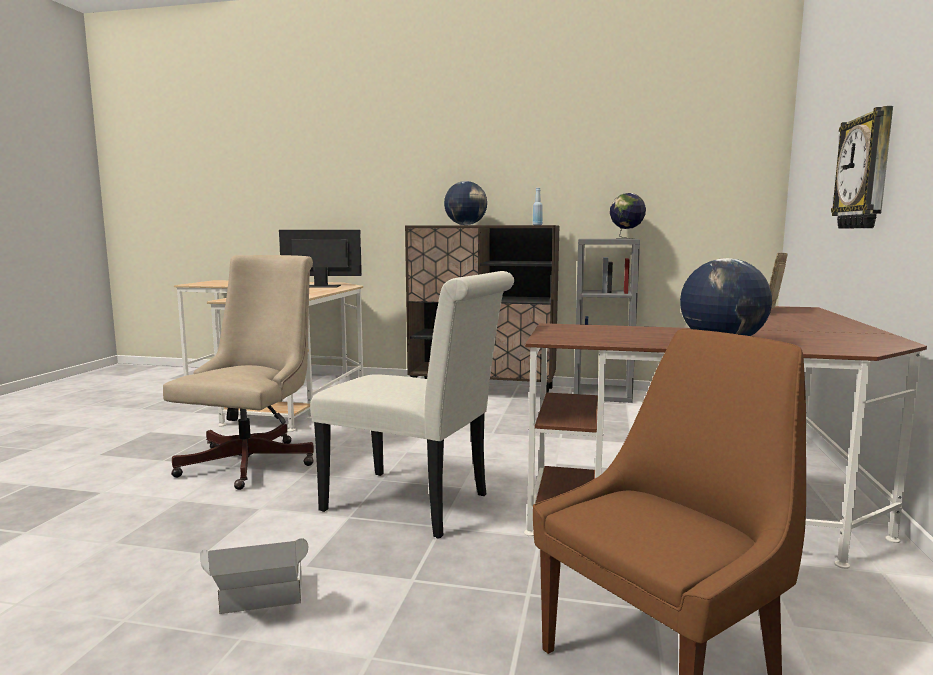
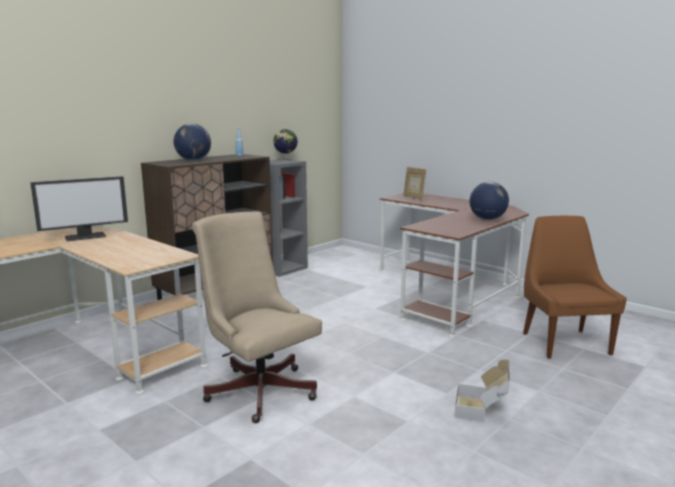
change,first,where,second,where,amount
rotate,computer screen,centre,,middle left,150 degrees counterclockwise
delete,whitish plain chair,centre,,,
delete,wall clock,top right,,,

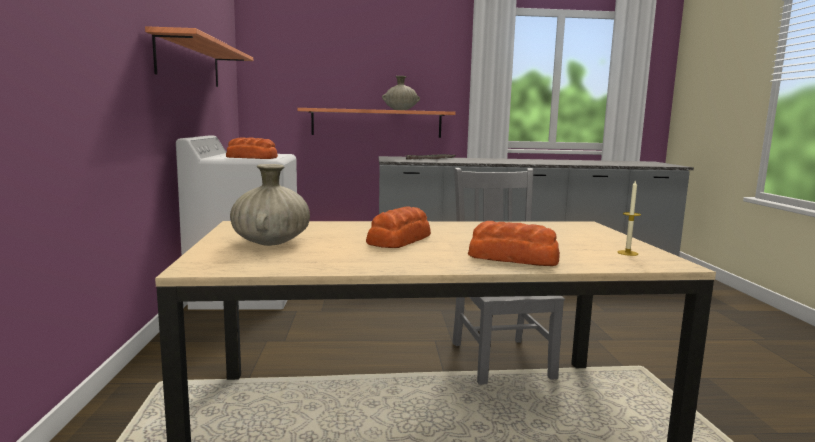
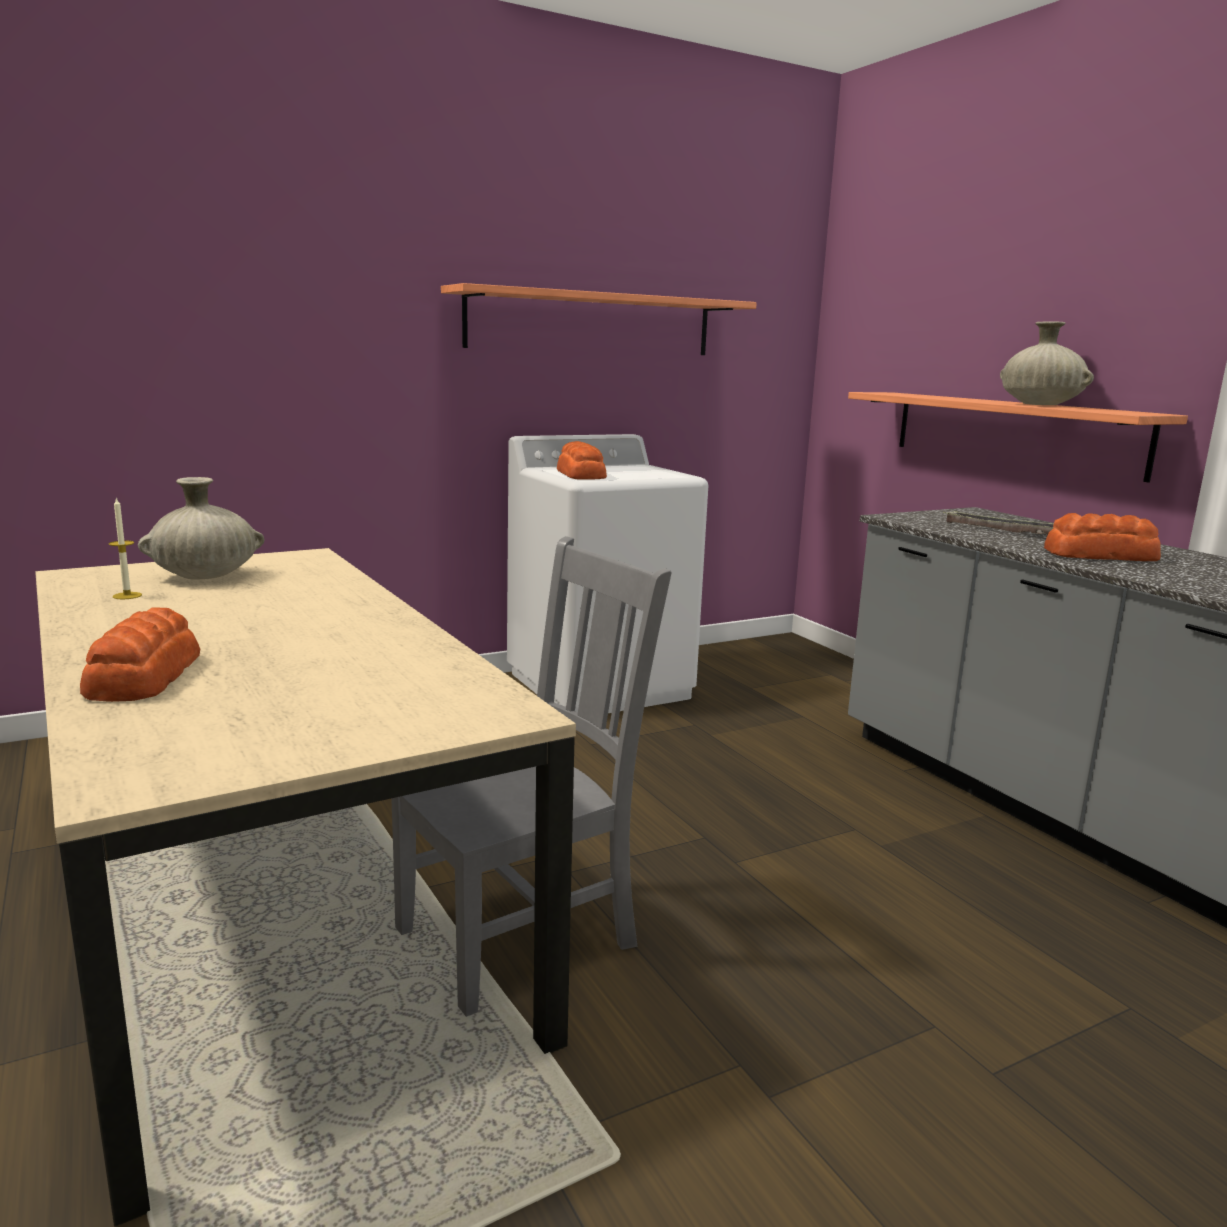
change,first,where,second,where,amount
move,wax light,middle right,,middle left,
move,bread (2nd from left in the first image),centre,bread (3rd from left),middle right,

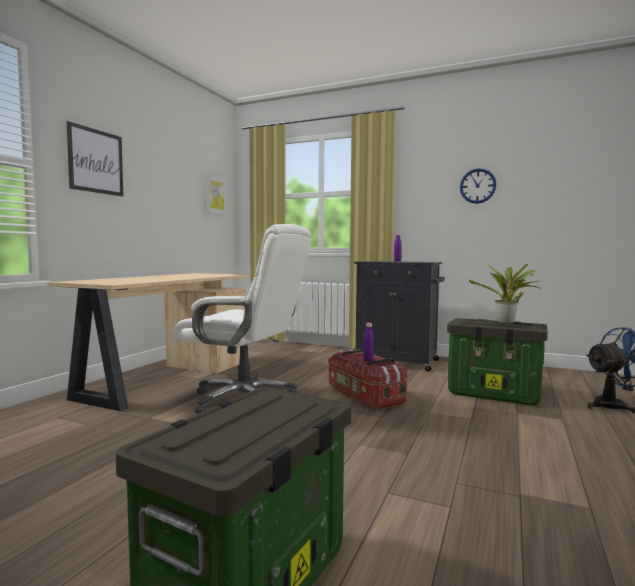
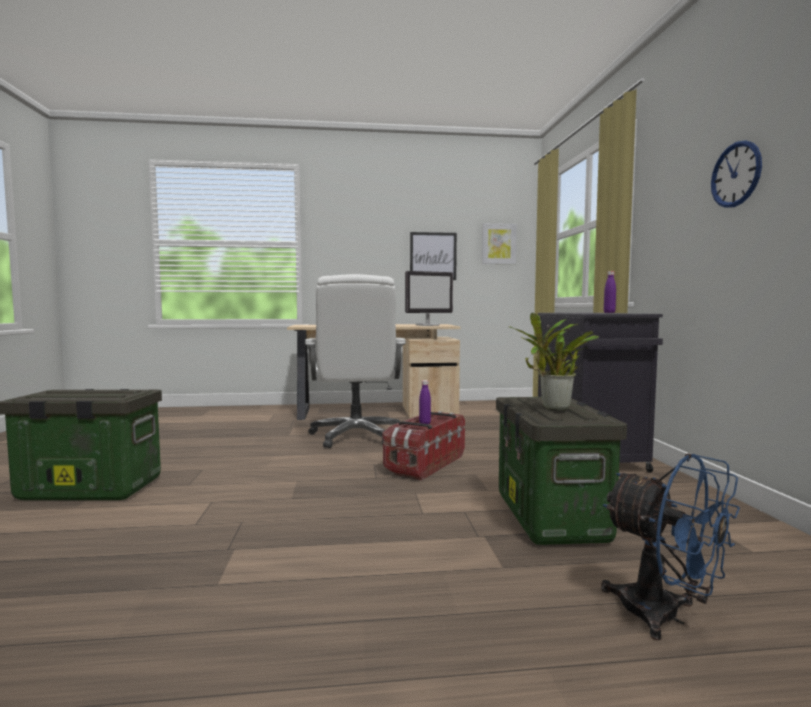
change,first,where,second,where,amount
insert,,,computer screen,centre,
move,picture (1st from left),top left,,centre,

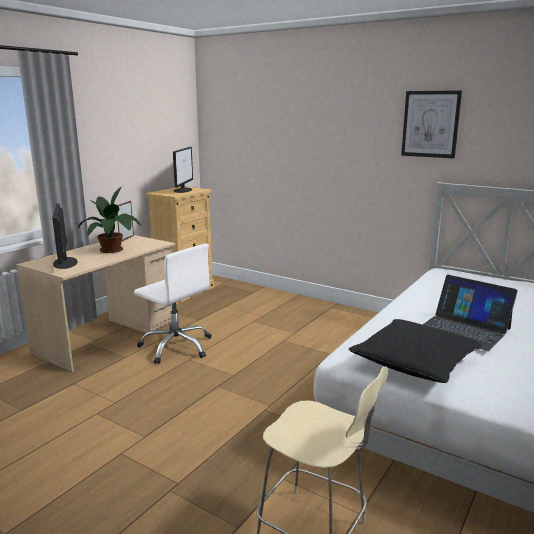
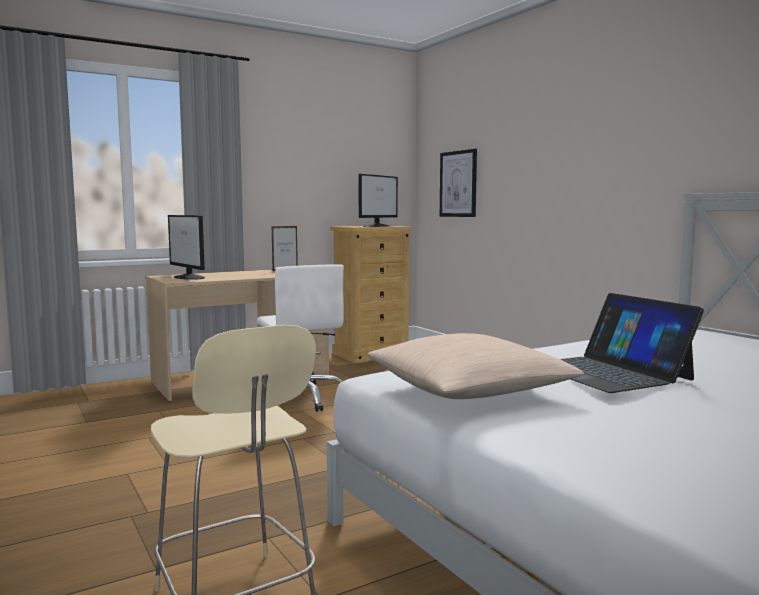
change,first,where,second,where,amount
rotate,computer screen (1st from left),middle left,,middle left,45 degrees counterclockwise
recolor,black pillow,middle right,beige pillow,centre,
move,picture,top right,,top centre,
delete,plant in a pot,middle left,,,

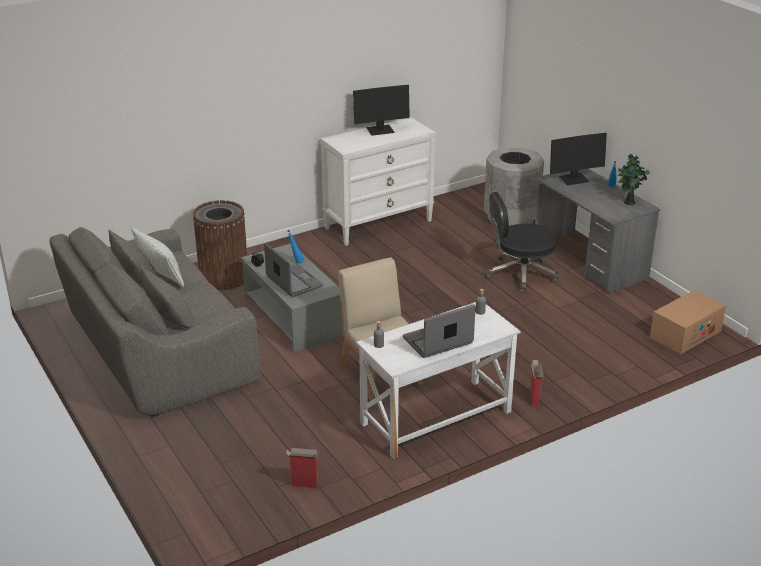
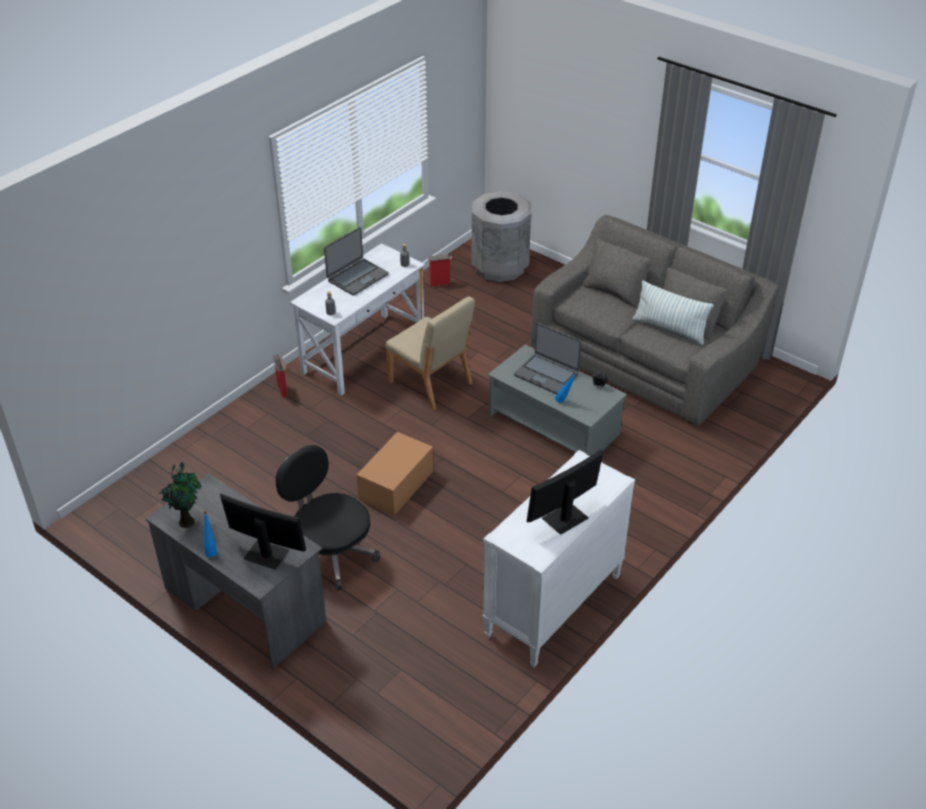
change,first,where,second,where,amount
rotate,computer screen (2nd from left in the first image),top right,computer screen (1st from left),middle left,60 degrees clockwise
rotate,black computer chair,middle right,,centre,105 degrees counterclockwise
move,carton (3rd from left in the first image),middle right,carton (2nd from left),centre,
move,grey waste bin,top right,,top centre,
delete,brown-coloured waste bin,middle left,,,

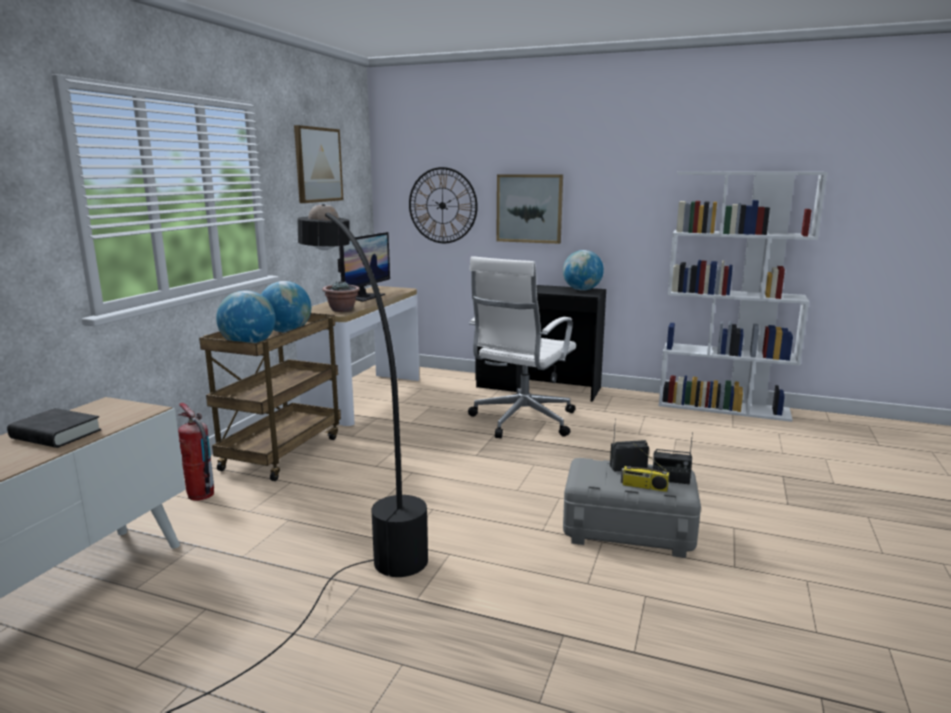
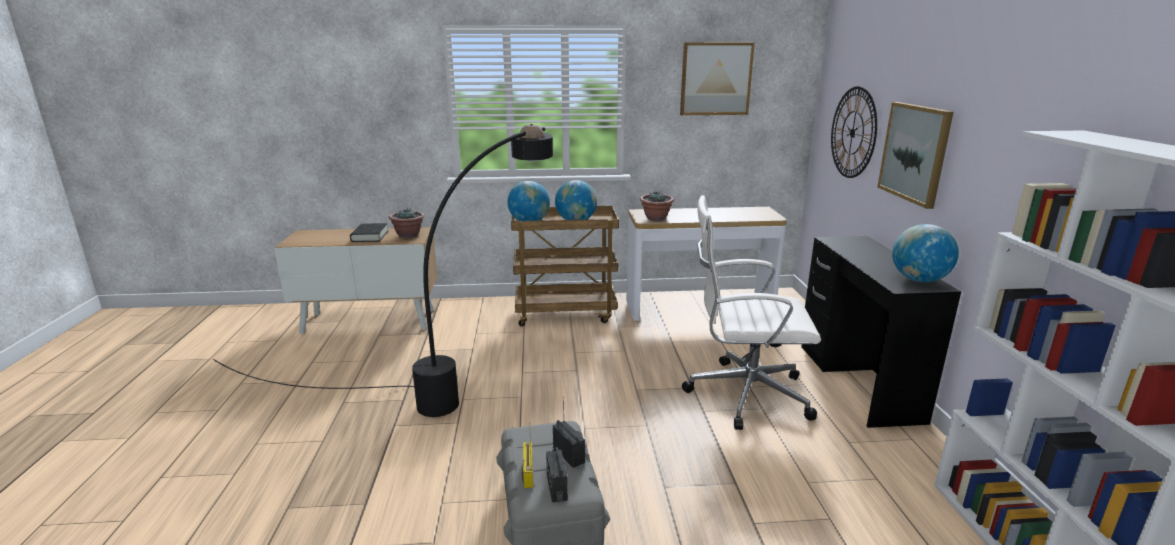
change,first,where,second,where,amount
insert,,,plant in a pot (1st from left),centre,
delete,extinguisher,middle left,,,
delete,computer screen,centre,,,

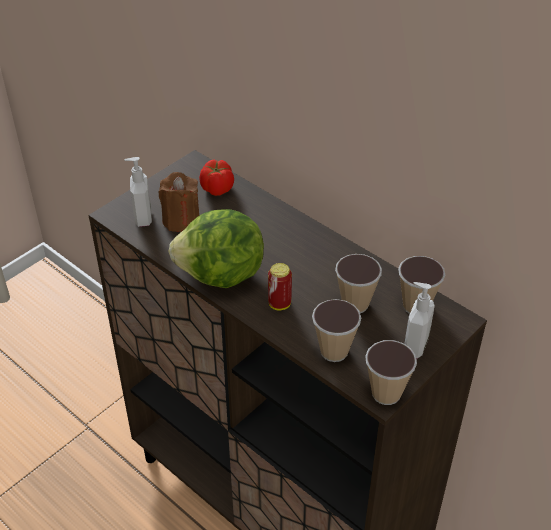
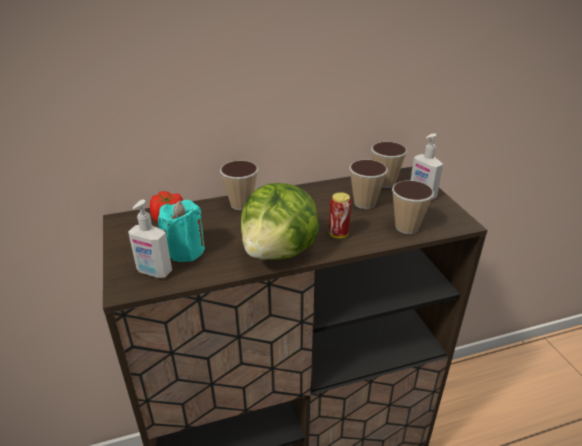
change,first,where,second,where,amount
recolor,brown-coloured wax light,middle left,turquoise wax light,middle left,
move,cup (3rd from left in the first image),bottom right,cup (1st from left),centre,

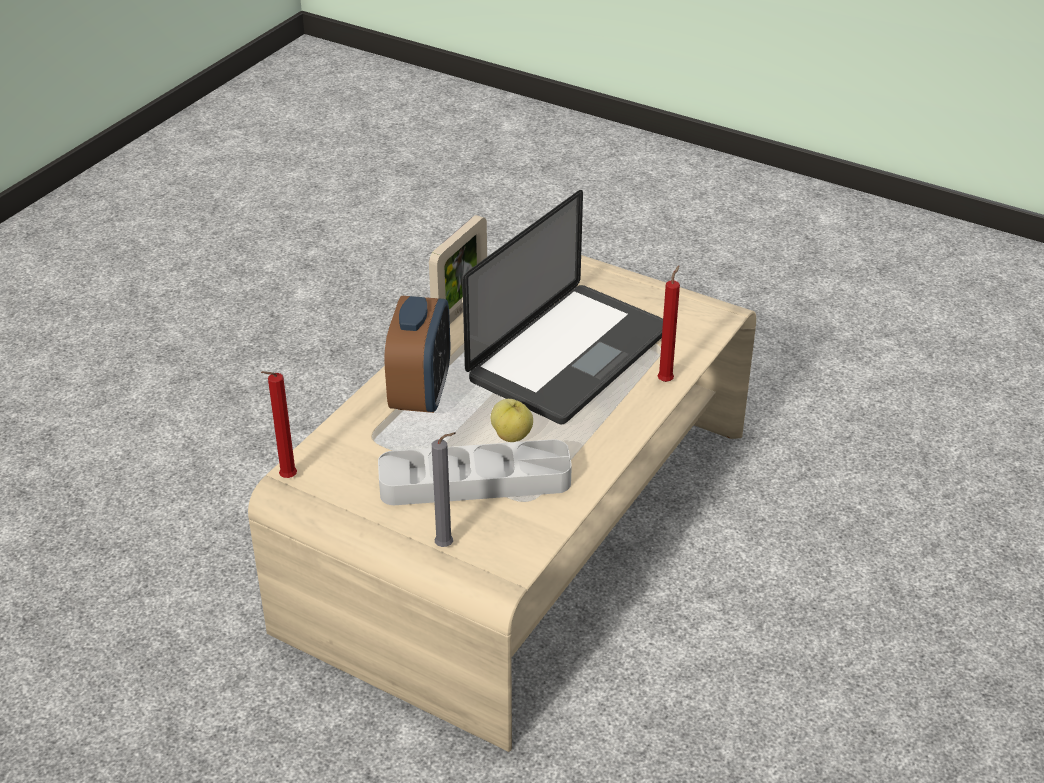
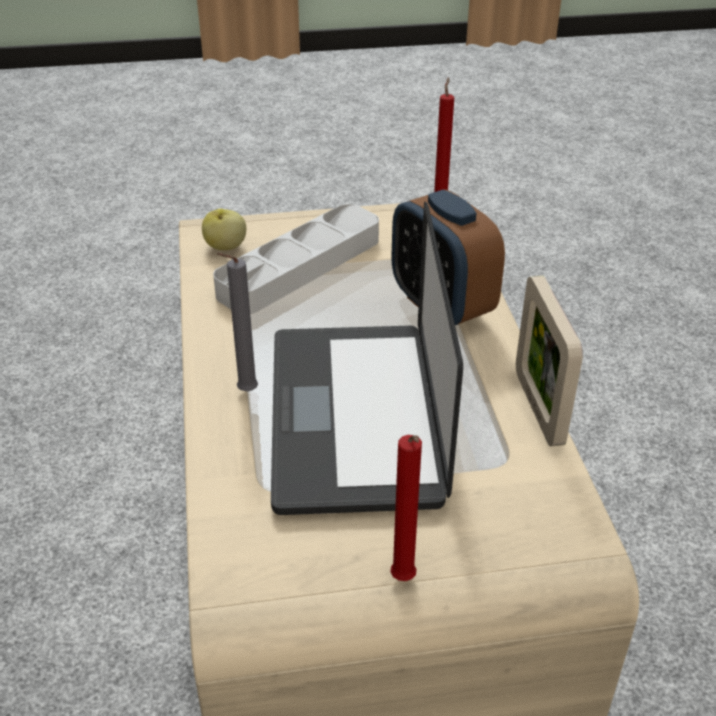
change,first,where,second,where,amount
move,apple fruit,centre,,top left,
move,grey wax light,centre,,middle left,
move,red wax light (2nd from left in the first image),centre,red wax light (1st from left),bottom centre,

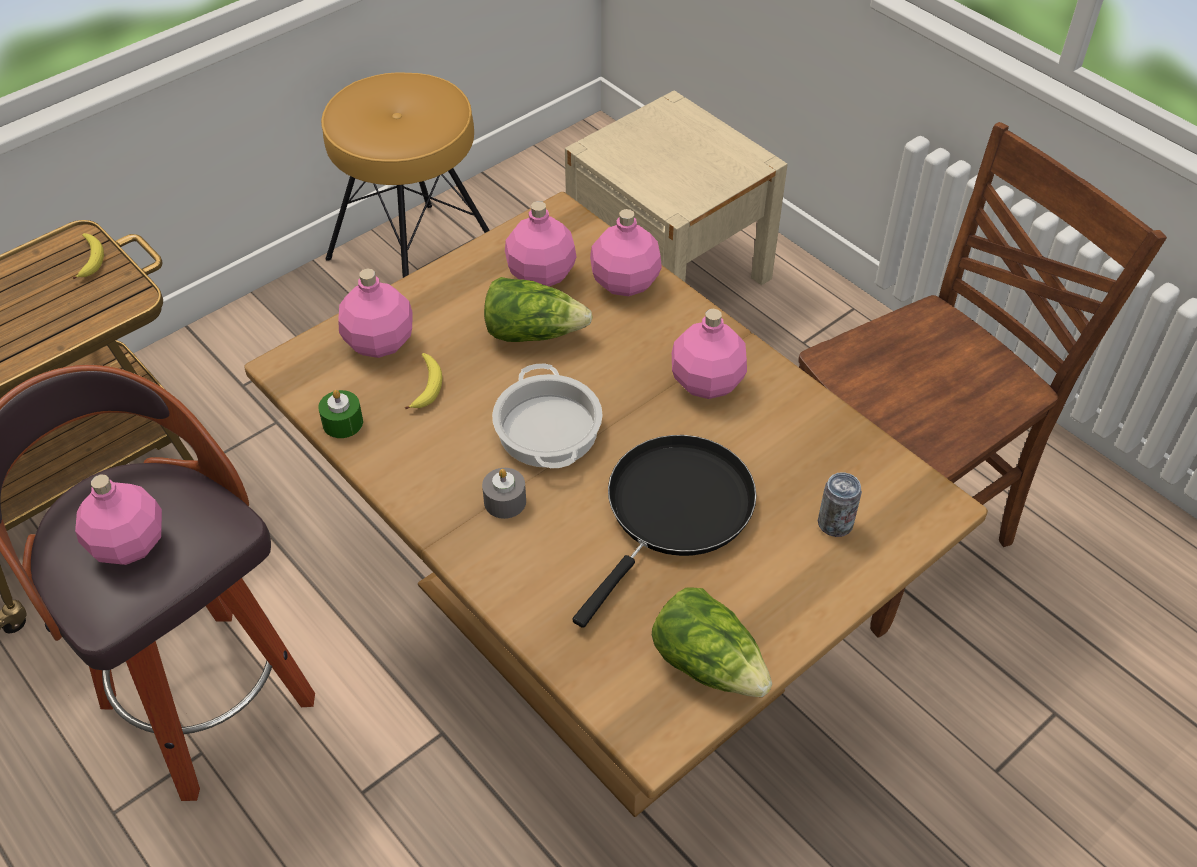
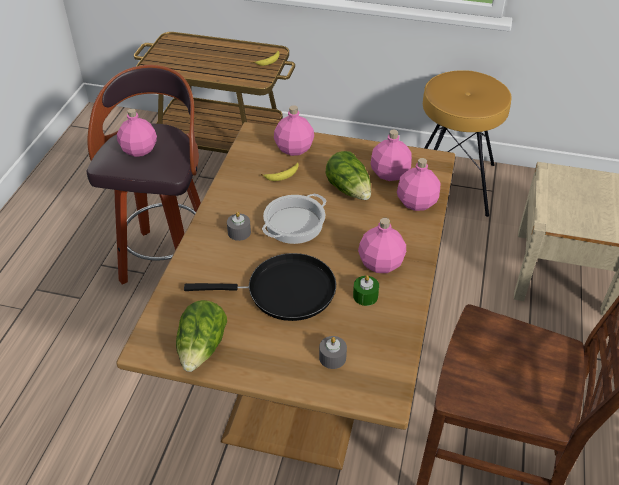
change,first,where,second,where,amount
replace,can,middle right,grey wax light (2nd from left),bottom centre,
move,greenish wax light,middle left,,centre,

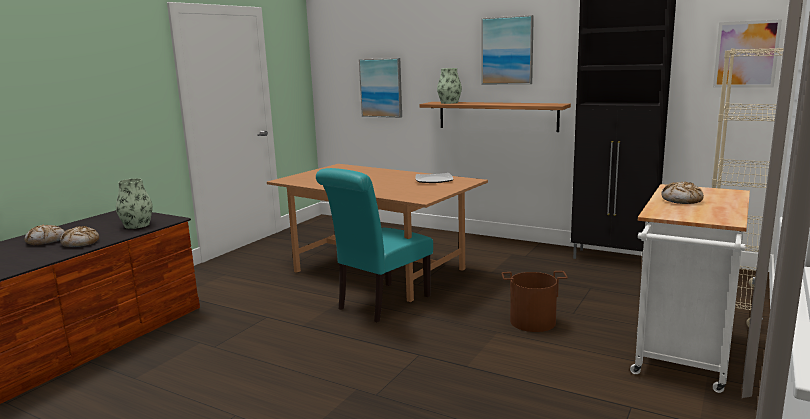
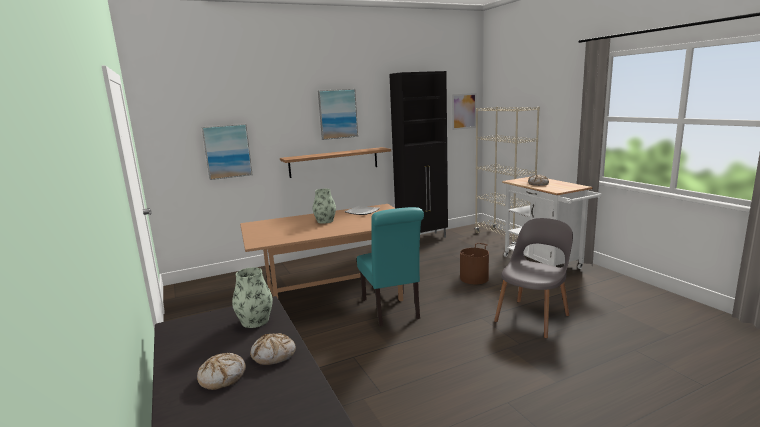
change,first,where,second,where,amount
move,decorative vase (2nd from left),top centre,,centre,
insert,,,grey plain chair,middle right,

